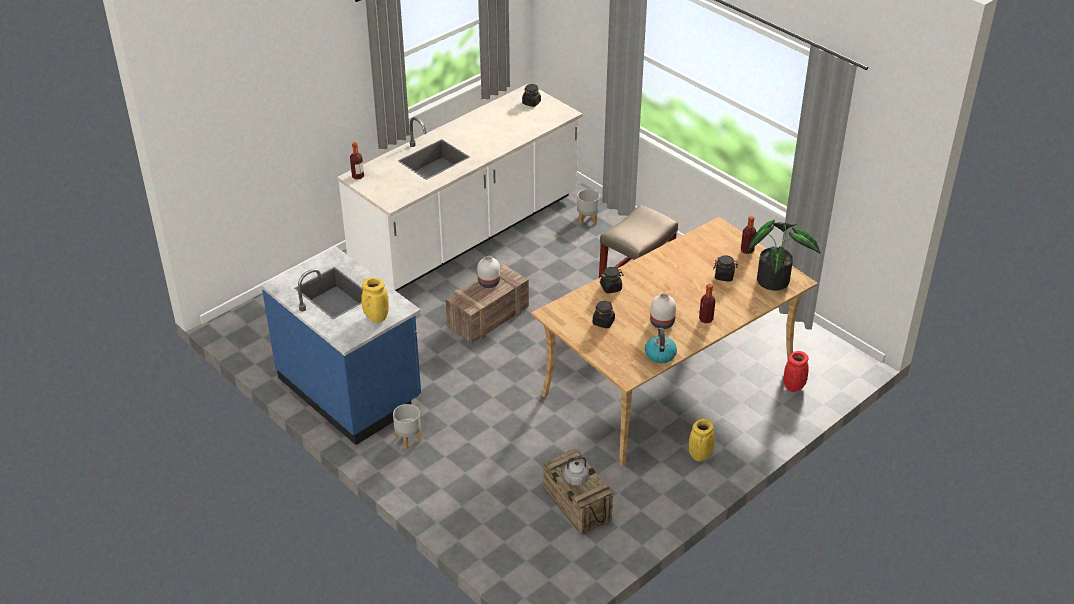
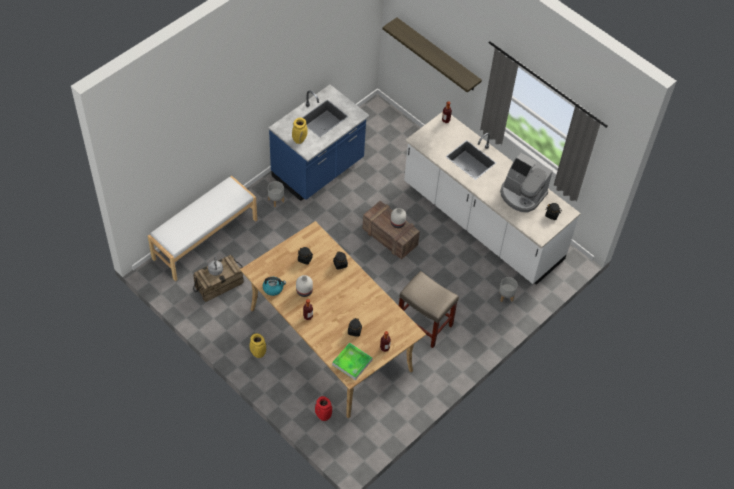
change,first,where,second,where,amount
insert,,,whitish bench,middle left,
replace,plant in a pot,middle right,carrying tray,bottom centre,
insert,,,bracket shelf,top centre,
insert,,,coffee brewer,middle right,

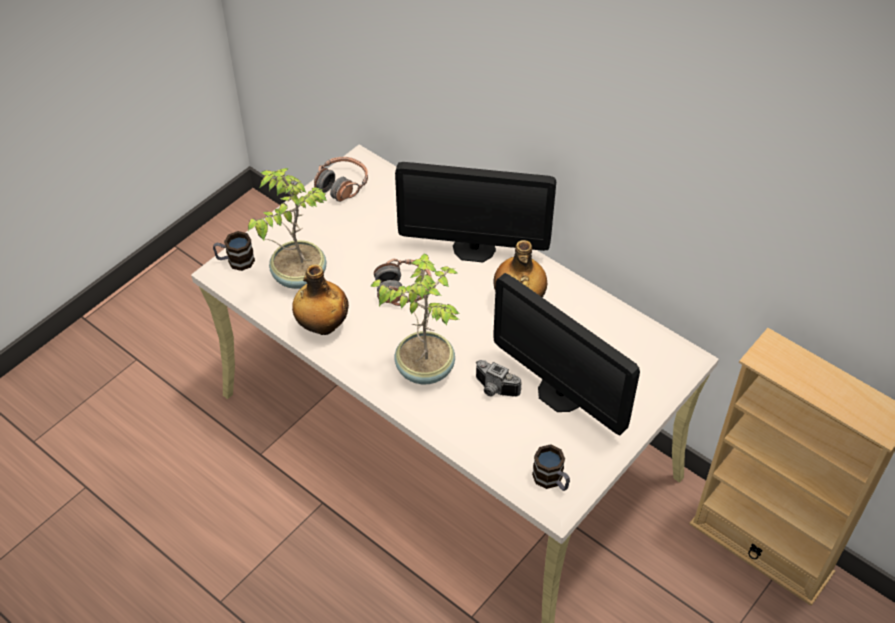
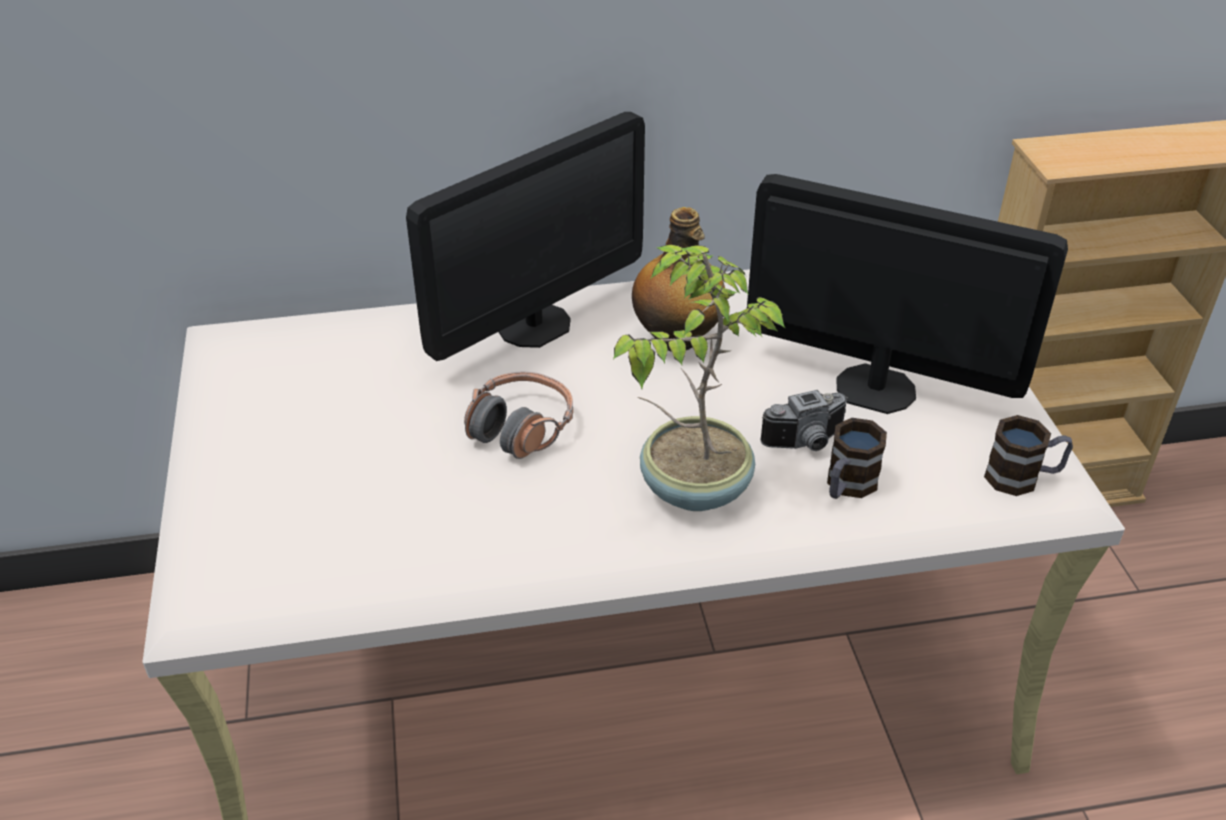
change,first,where,second,where,amount
rotate,computer screen (2nd from left),centre,,middle right,150 degrees counterclockwise
move,coffee mug (1st from left),middle left,,middle right,
delete,plant in a pot (1st from left),middle left,,,
delete,beverage bottle (1st from left),centre,,,
delete,headset (1st from left),top centre,,,

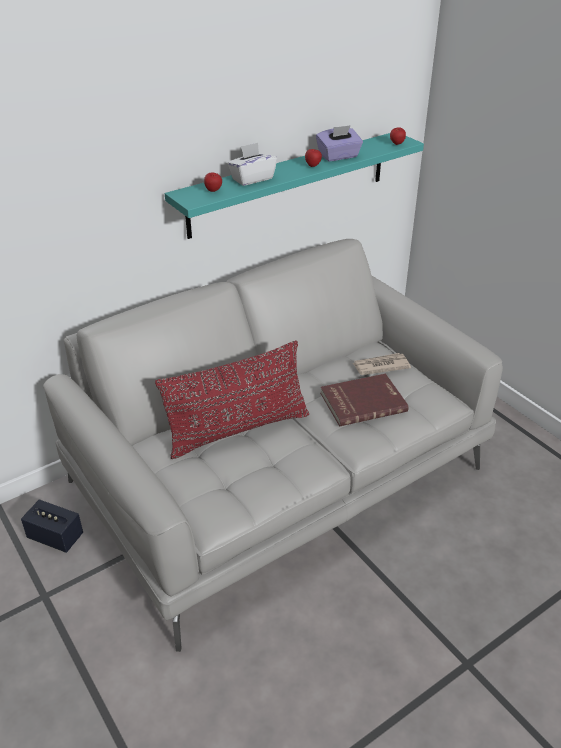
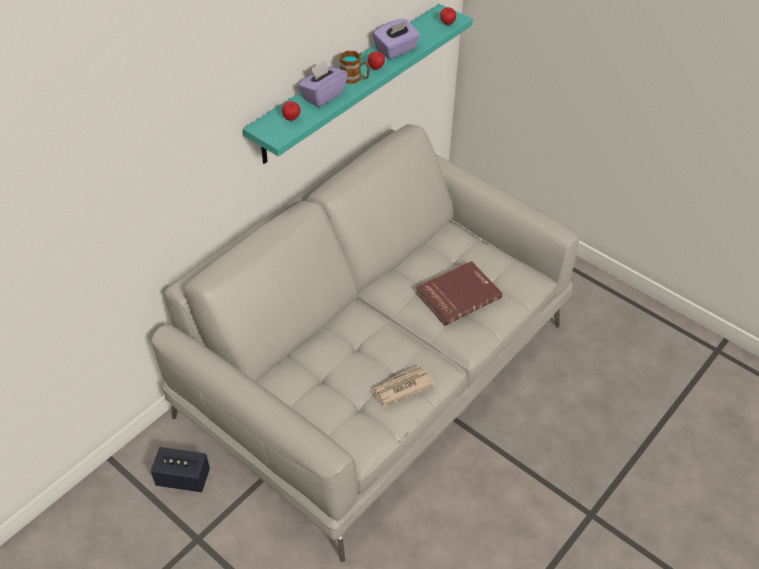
change,first,where,second,where,amount
recolor,whitish box of tissues,top centre,purple box of tissues (1st from left),top centre,
insert,,,coffee mug,top centre,
move,daily paper,middle right,,bottom centre,
delete,red pillow,centre,,,

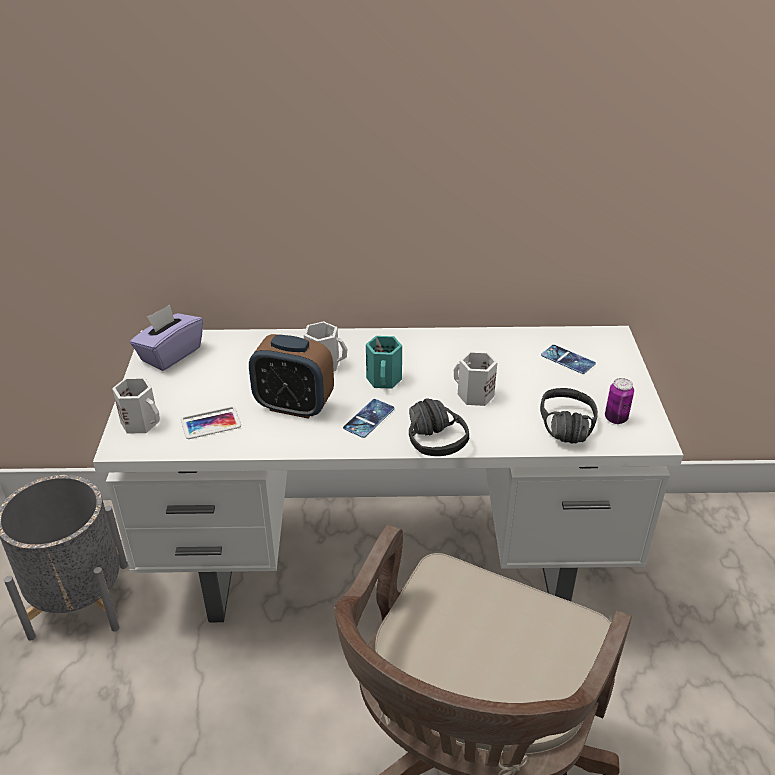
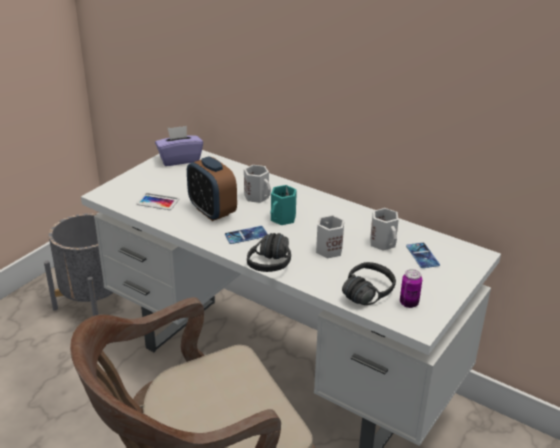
change,first,where,second,where,amount
move,whitish coffee mug (1st from left in the first image),middle left,whitish coffee mug (3rd from left),middle right,

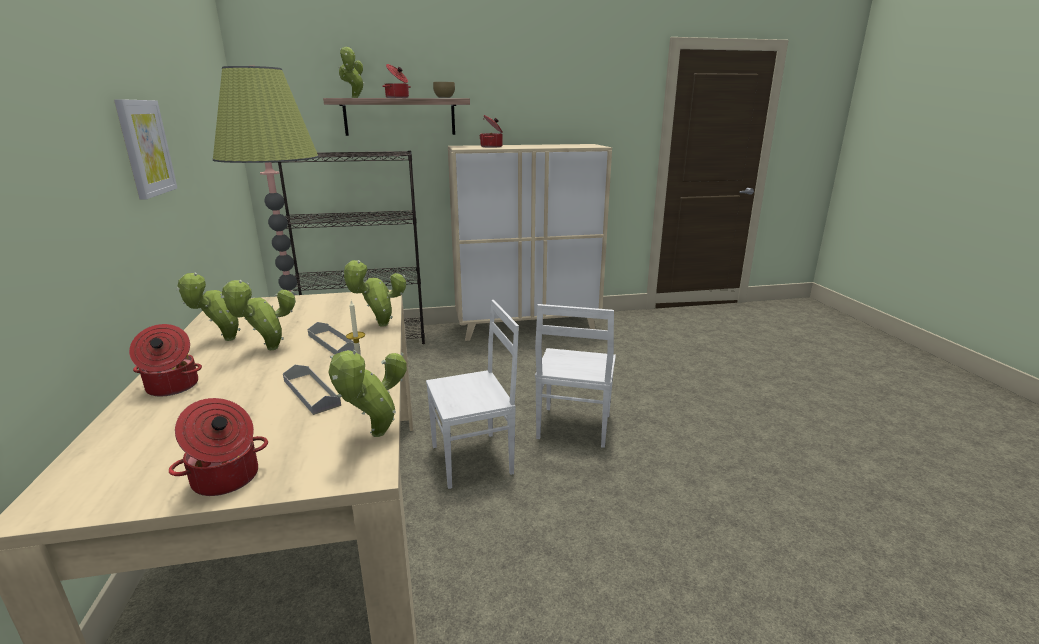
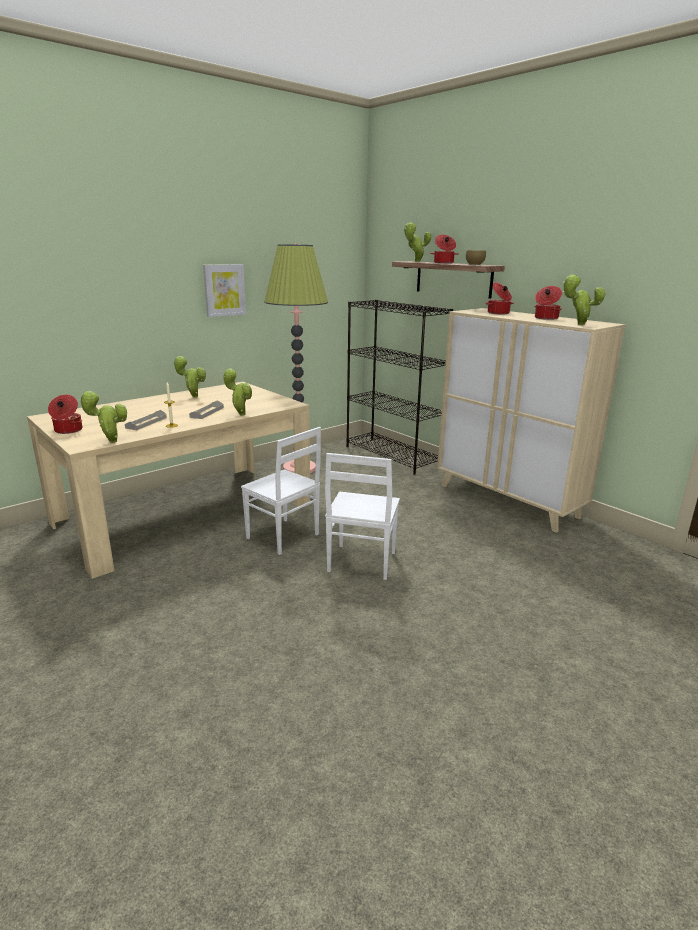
change,first,where,second,where,amount
rotate,whitish plain chair (2nd from left),centre,,centre,60 degrees counterclockwise
move,cooking pot (1st from left in the first image),middle left,cooking pot (4th from left),top right,
move,plant in a pot (2nd from left in the first image),middle left,plant in a pot (5th from left),top right,

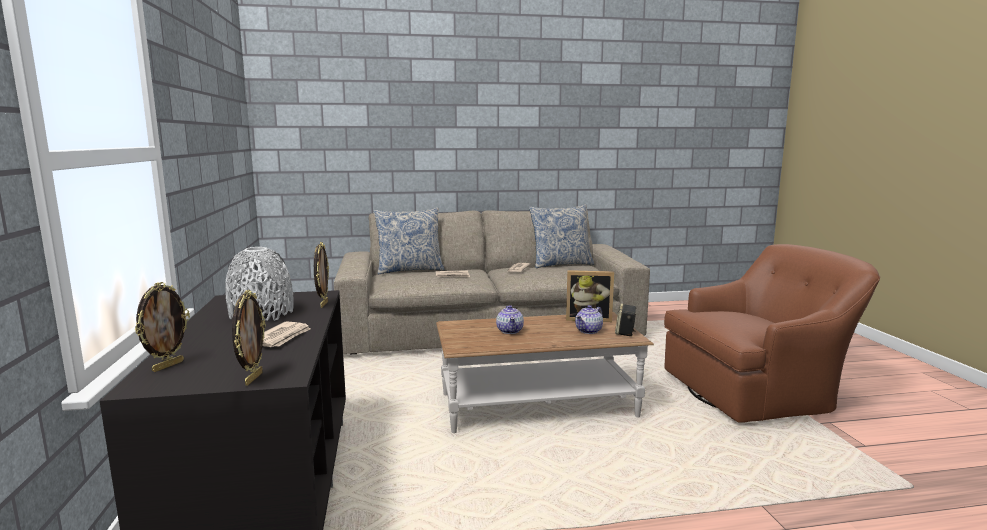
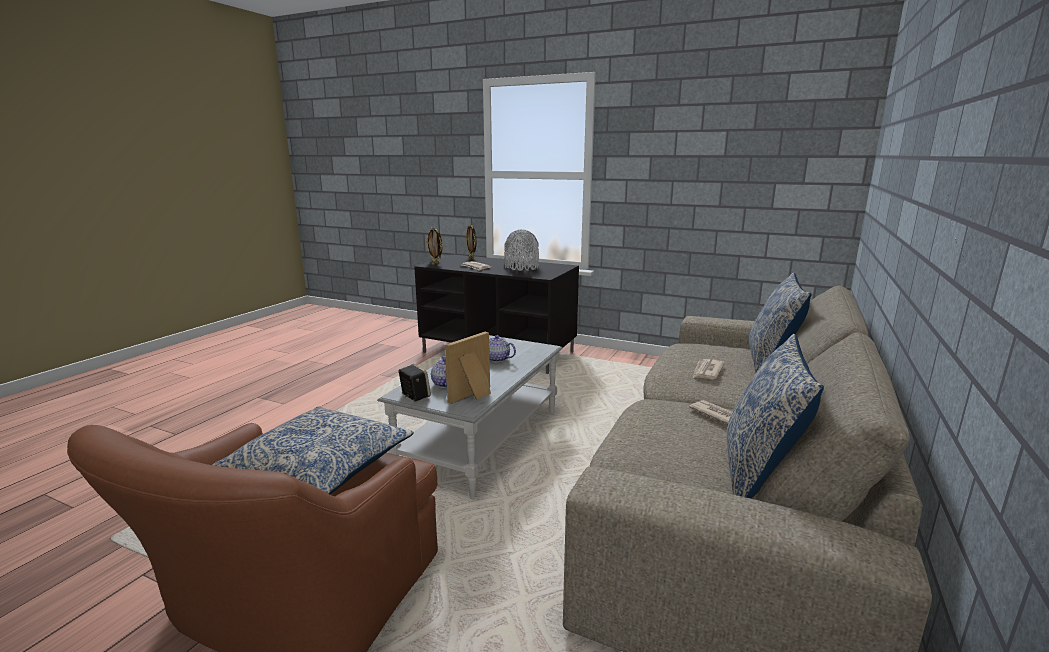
change,first,where,second,where,amount
insert,,,pillow (1st from left),bottom left,
recolor,brown-coloured low table,bottom centre,grey low table,centre,
delete,picture frame (3rd from left),middle left,,,

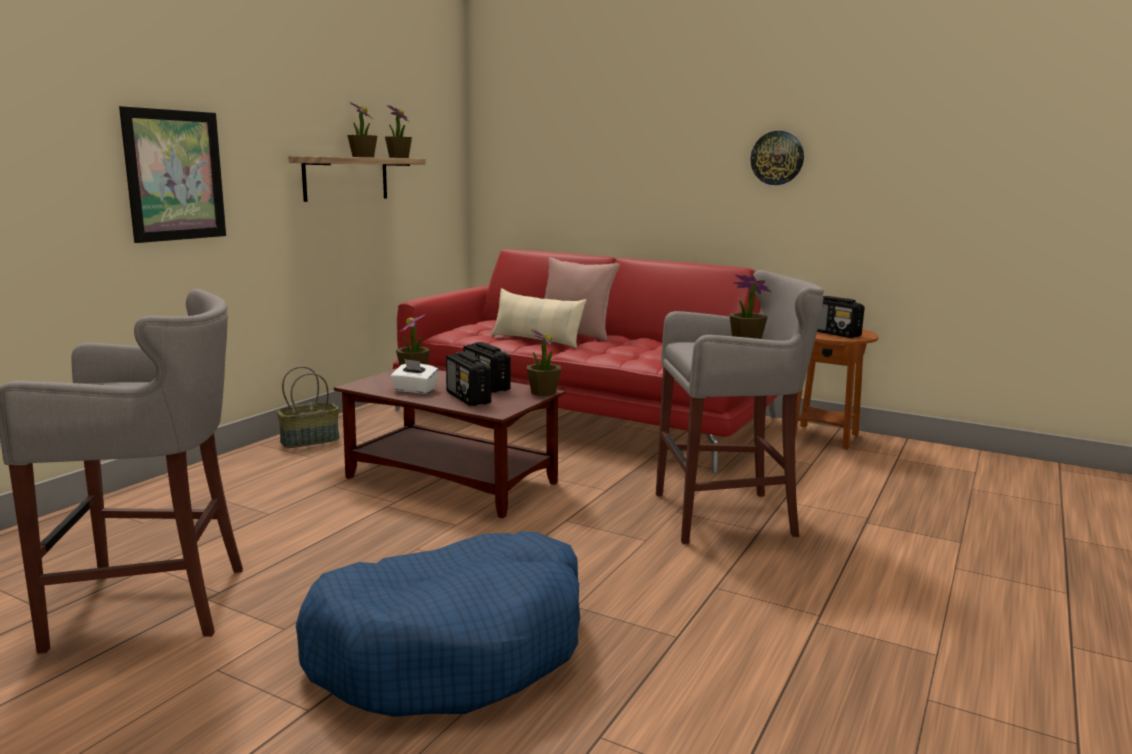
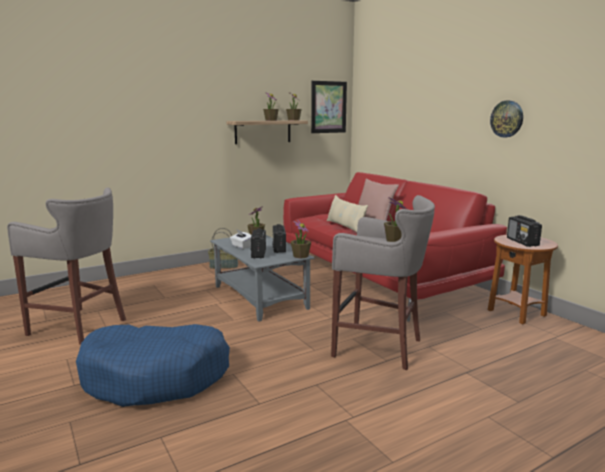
change,first,where,second,where,amount
recolor,brown-coloured low table,centre,grey low table,centre,
move,picture,top left,,top centre,

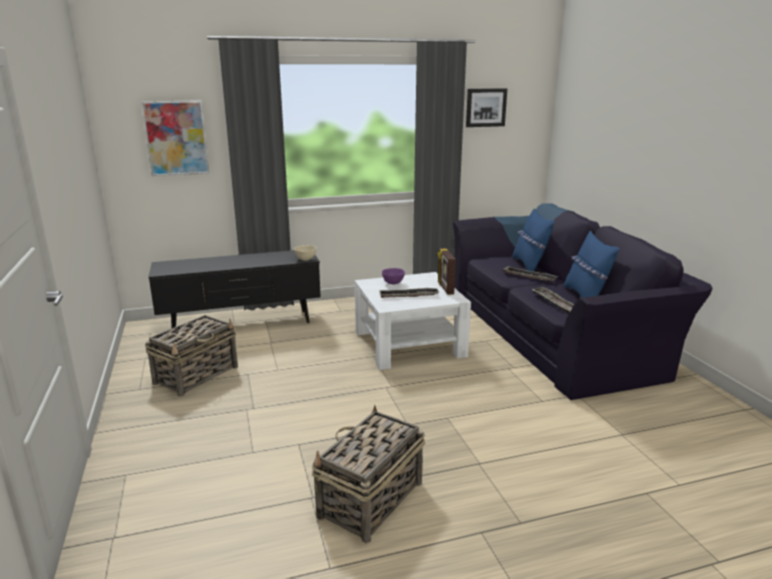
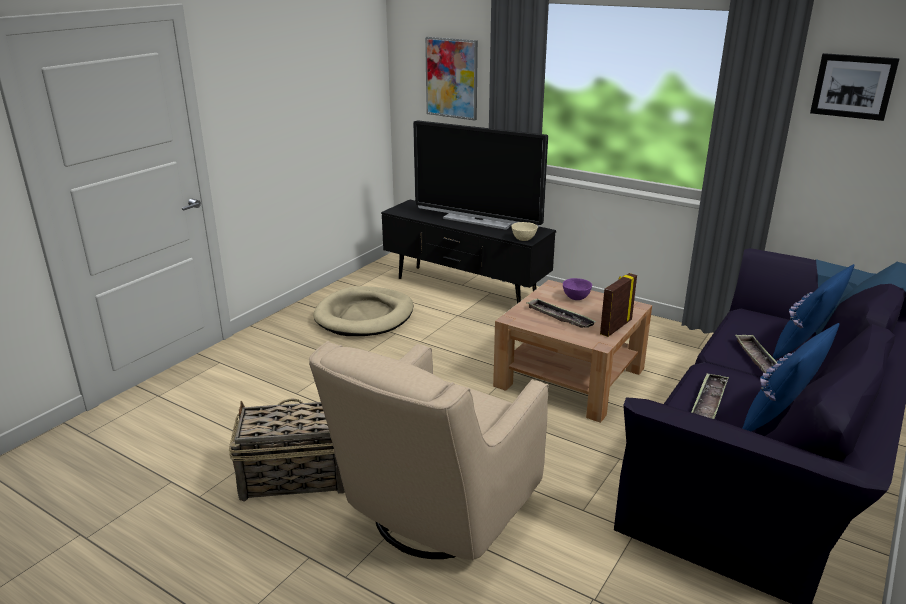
change,first,where,second,where,amount
insert,,,beige armchair,bottom centre,
replace,storage basket (1st from left),middle left,beige dog cushion,centre,
insert,,,TV,top centre,
recolor,whitish low table,centre,brown-coloured low table,centre,

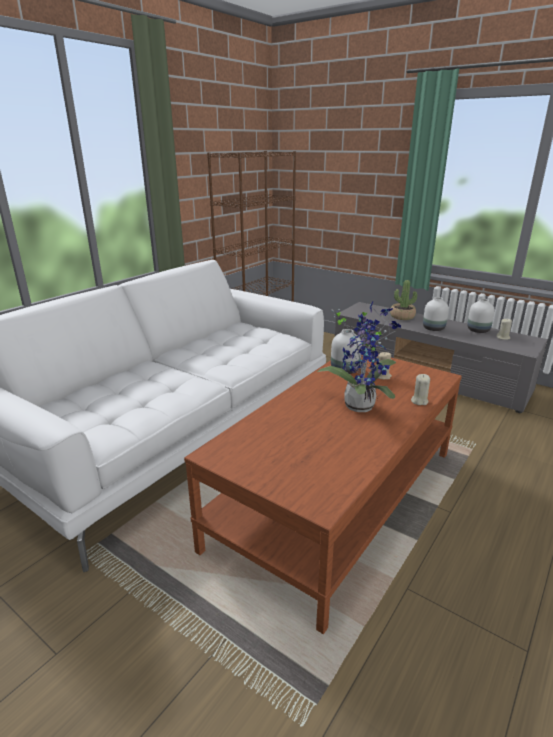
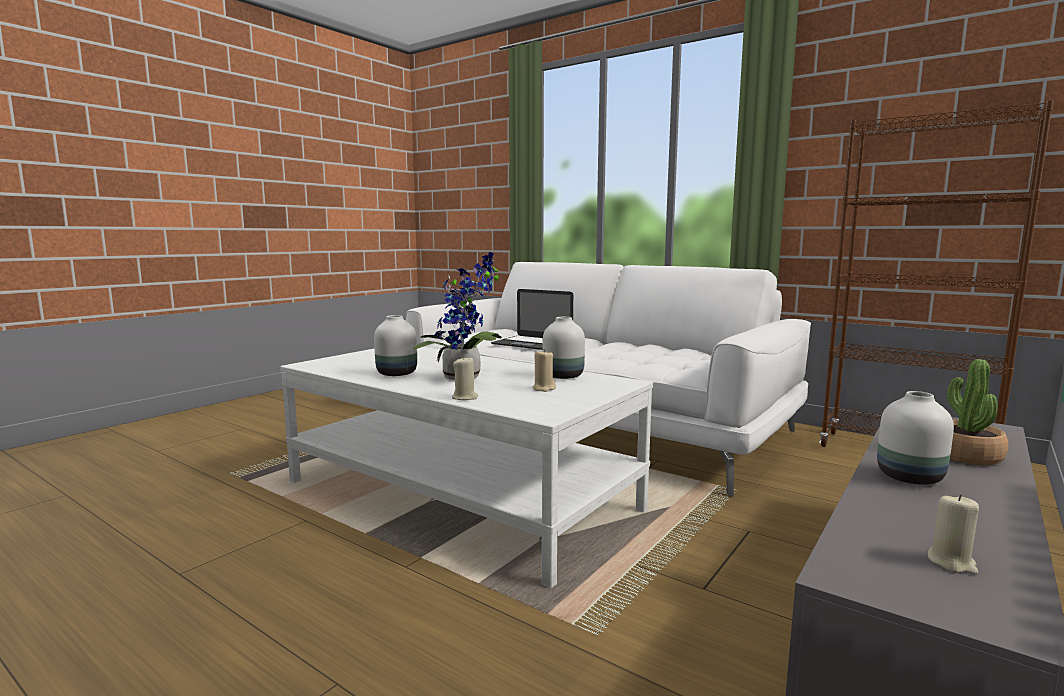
change,first,where,second,where,amount
recolor,brown-coloured low table,bottom centre,whitish low table,bottom centre,
move,whitish decorative vase (3rd from left in the first image),middle right,whitish decorative vase (1st from left),centre,
insert,,,portable computer,centre,

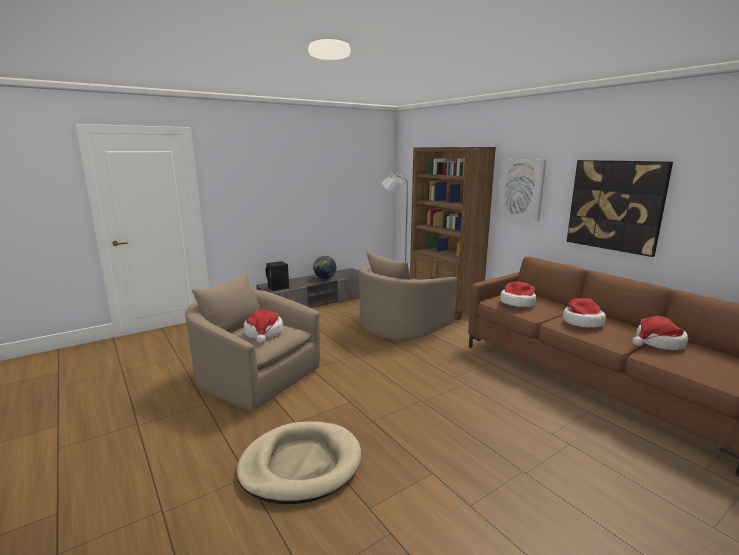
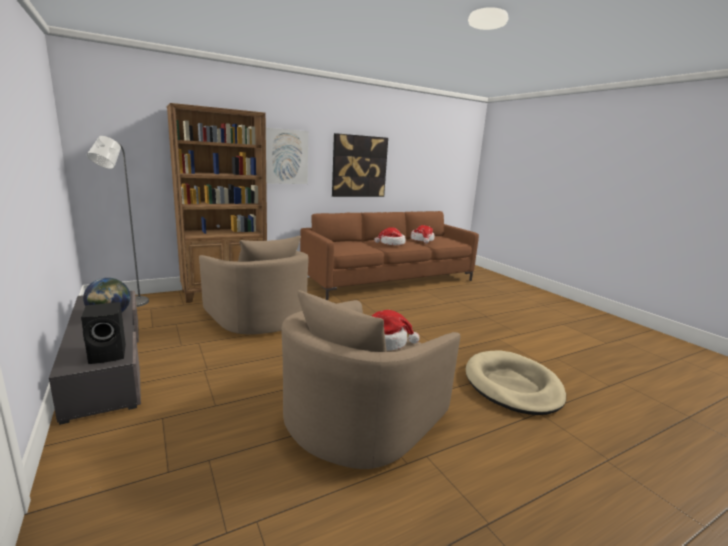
change,first,where,second,where,amount
delete,clothing hat (2nd from left),middle right,,,

